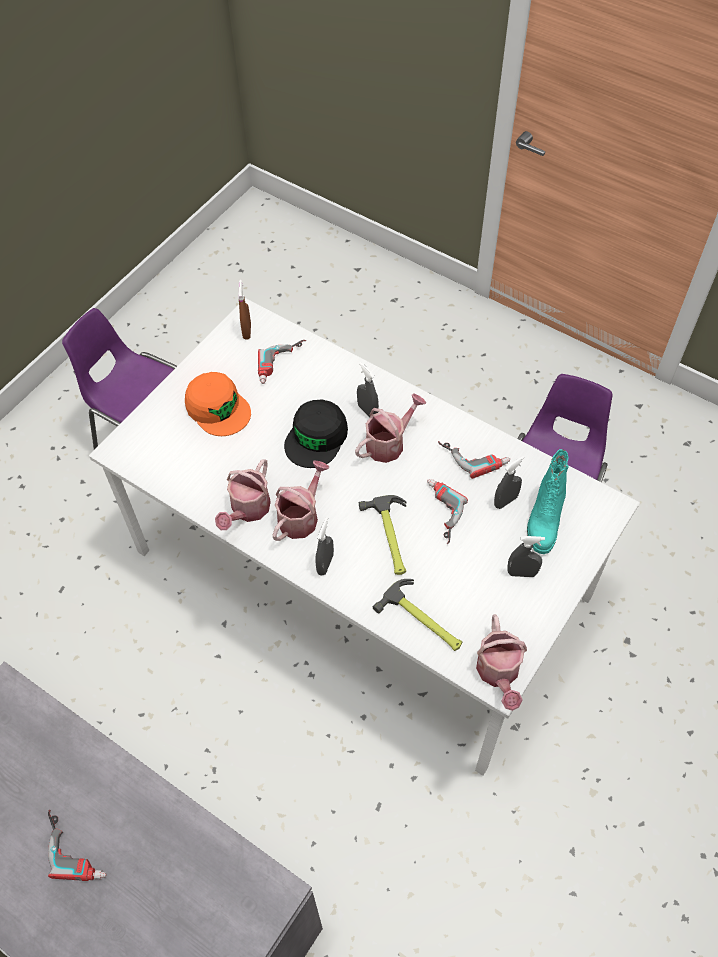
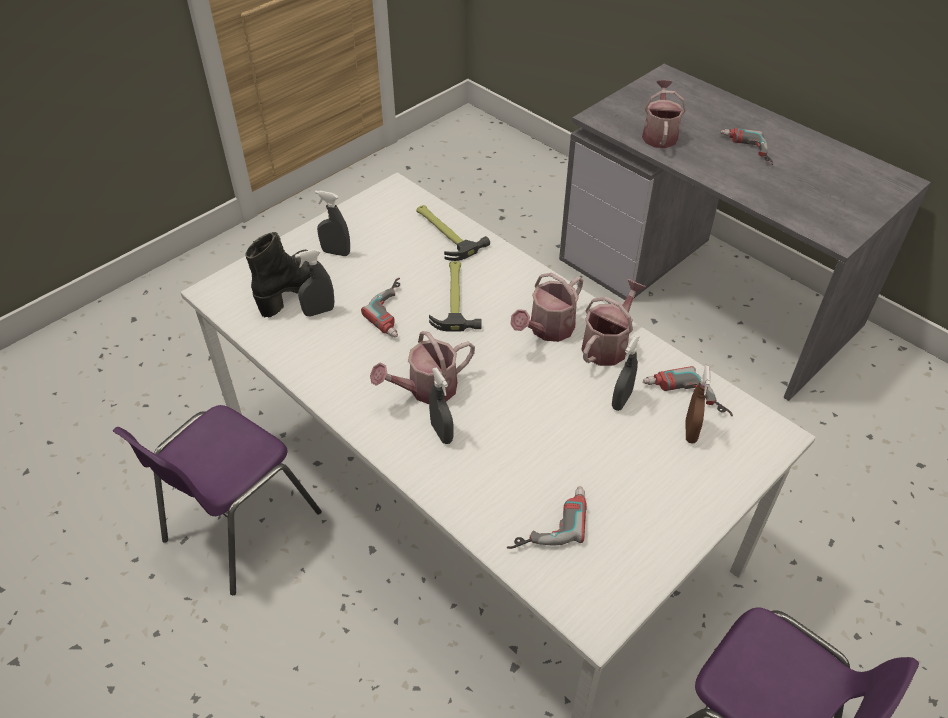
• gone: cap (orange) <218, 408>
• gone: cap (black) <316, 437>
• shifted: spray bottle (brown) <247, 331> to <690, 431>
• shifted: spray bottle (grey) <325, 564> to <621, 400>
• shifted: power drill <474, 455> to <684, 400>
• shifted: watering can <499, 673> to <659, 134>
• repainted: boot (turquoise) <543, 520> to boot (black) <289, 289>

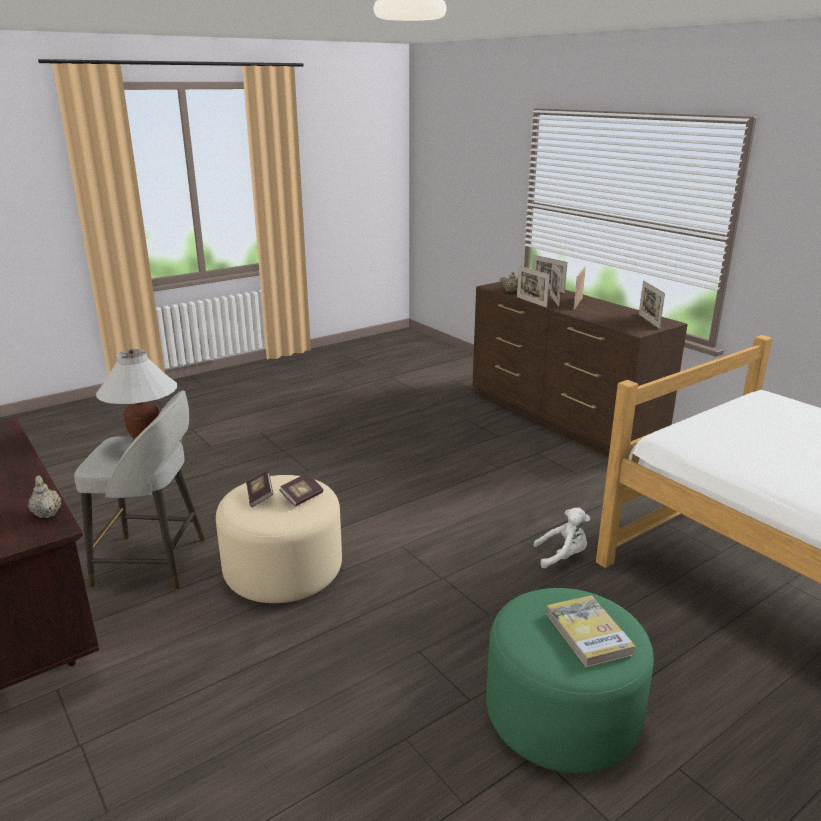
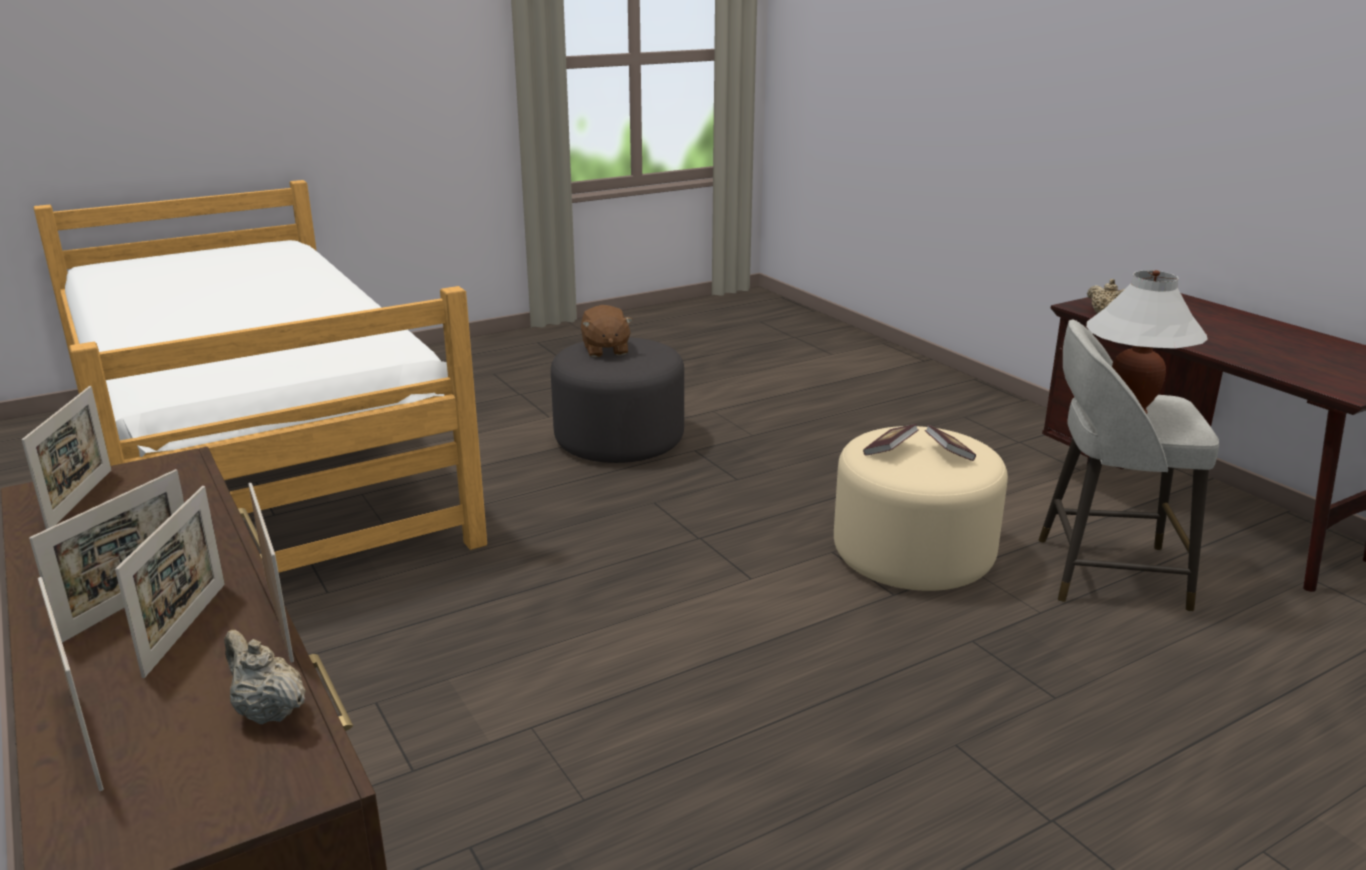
• gone: plush toy (white) <563, 556>
• swapped: book <588, 633> to plush toy (brown) <605, 350>
• repainted: ottoman (green) <562, 715> to ottoman (grey) <619, 440>

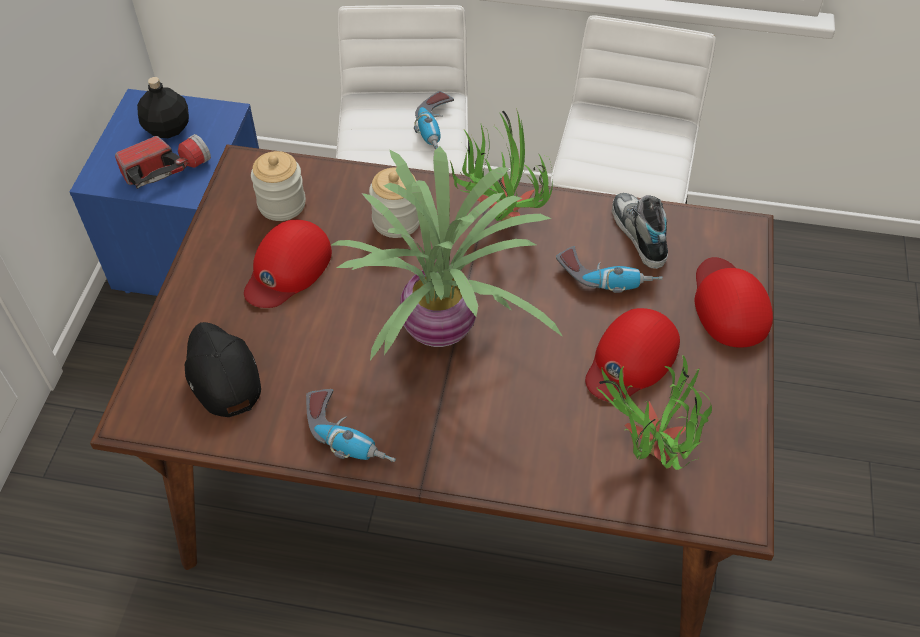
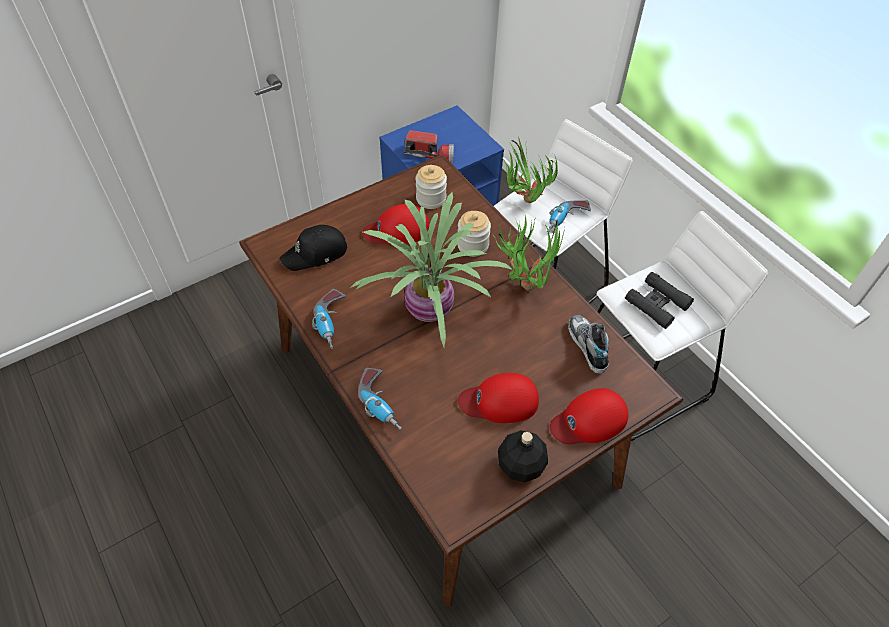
• new: binoculars (black) <657, 303>
• shifted: bottle (black) <168, 128> to <521, 465>
• shifted: power drill <607, 277> to <382, 403>
• shifted: potted plant <647, 458> to <522, 201>
• rotated: cap (black) <221, 374> = <316, 254> 135 degrees counterclockwise
• rotated: shoe <638, 234> = <587, 346> 45 degrees counterclockwise
• rotated: cap (red) <729, 304> = <589, 420> 150 degrees counterclockwise

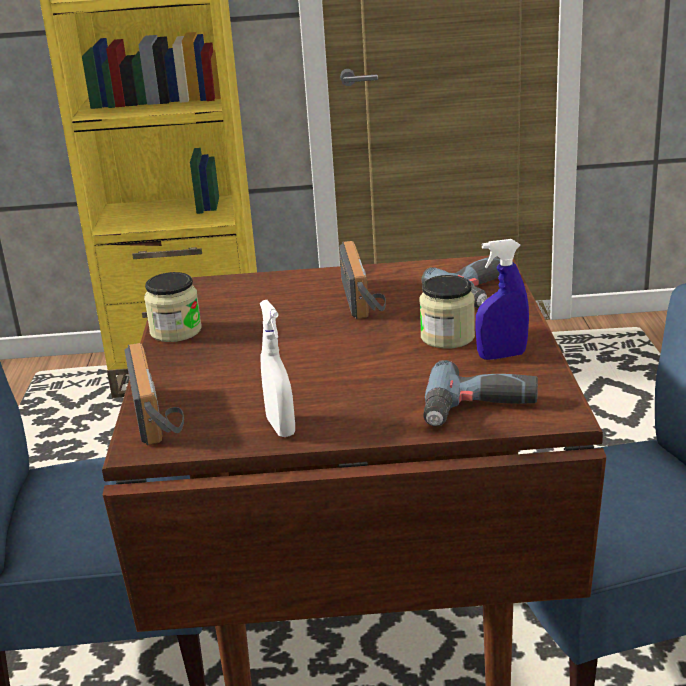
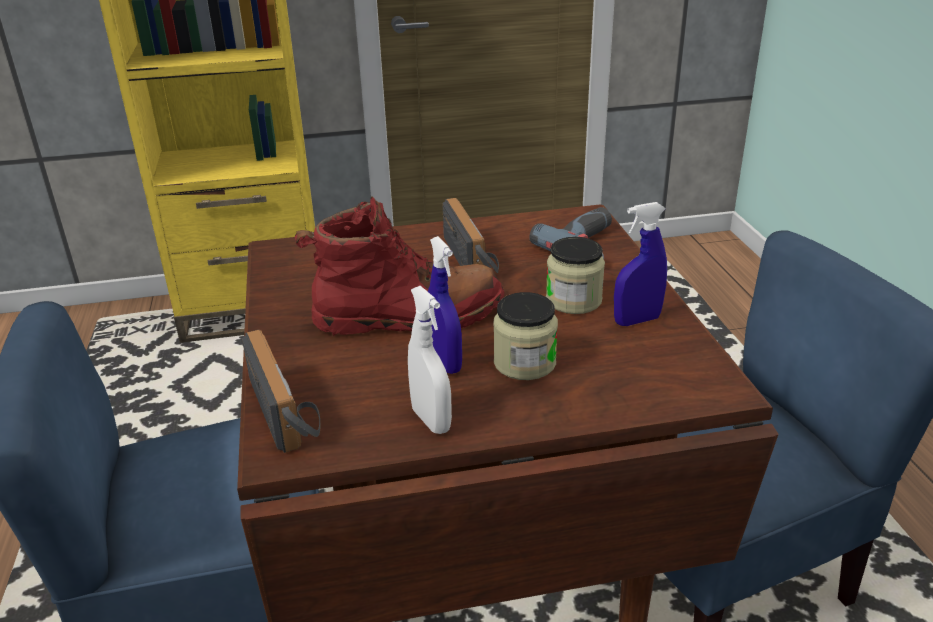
• gone: power drill <479, 409>
• new: boot (red) <408, 317>
• new: spray bottle (blue) <445, 362>
• shifted: jar <176, 331> to <524, 363>

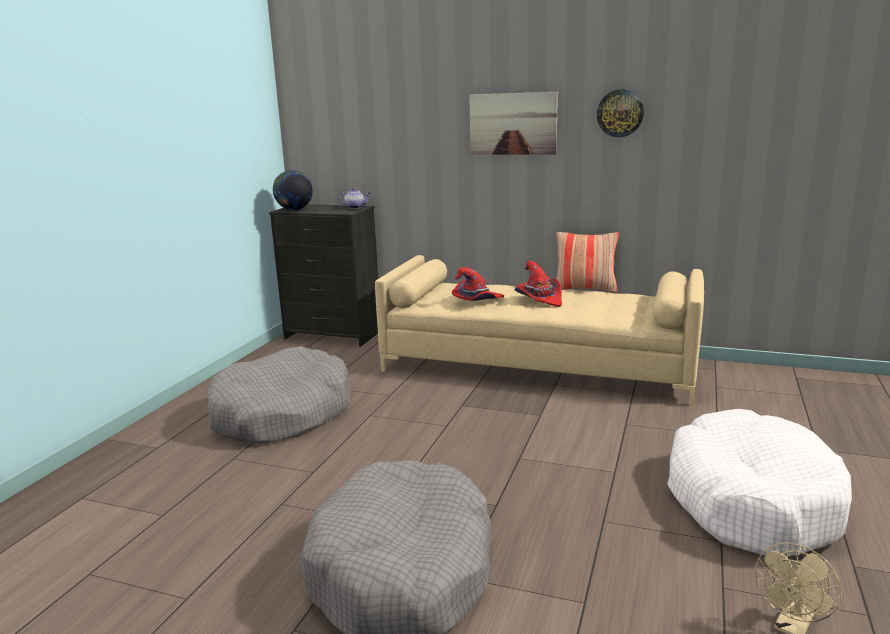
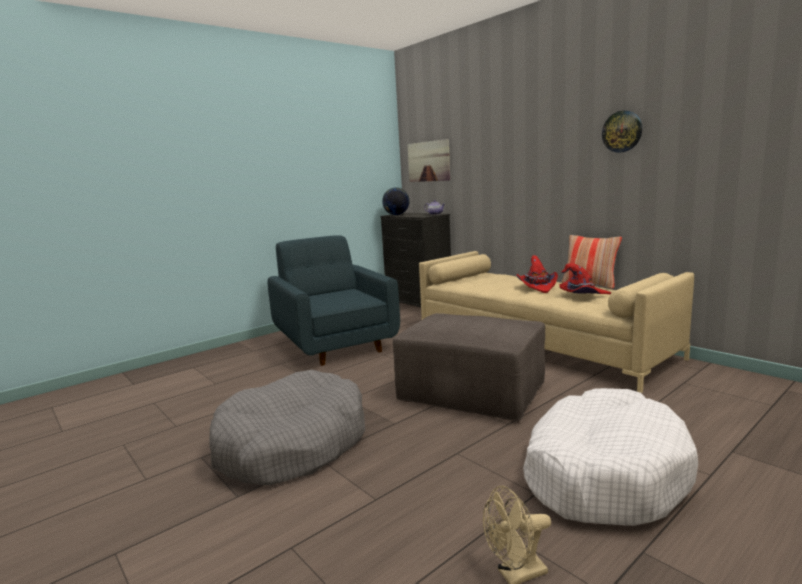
• new: ottoman (grey) <472, 392>
• shifted: hat (red) <476, 301> to <582, 295>
• shifted: picture <513, 124> to <428, 161>
• swapped: dog bed (grey) <281, 414> to armchair (blue) <334, 345>

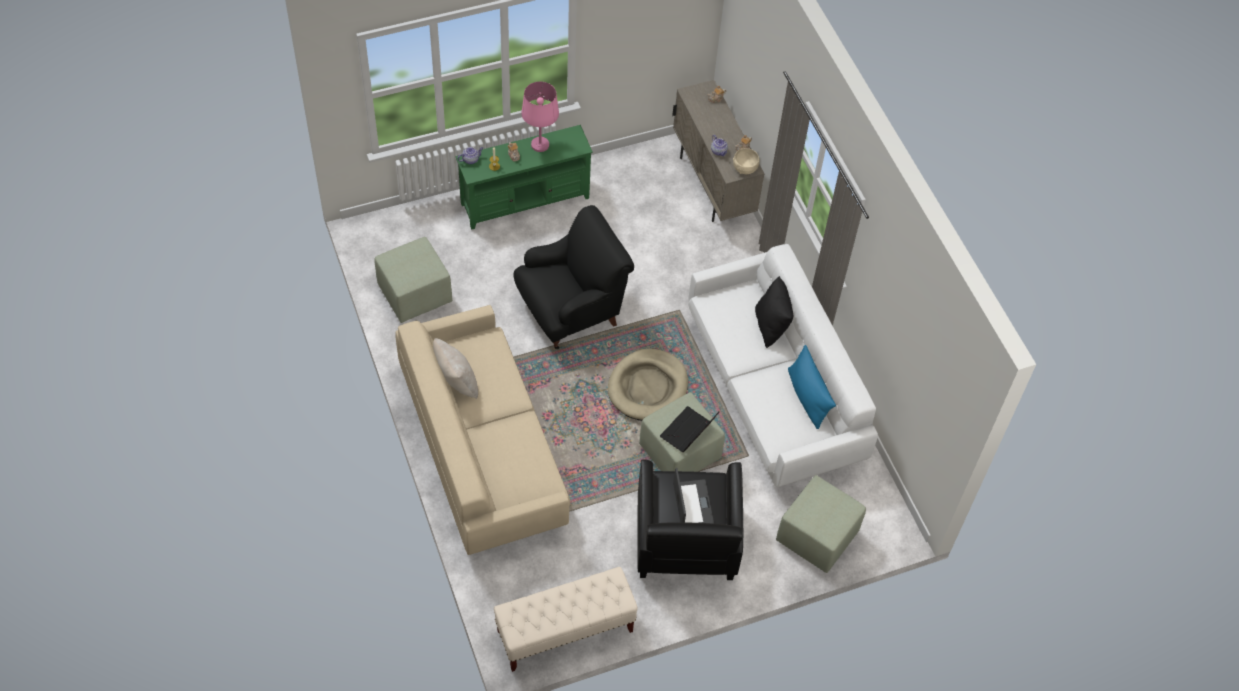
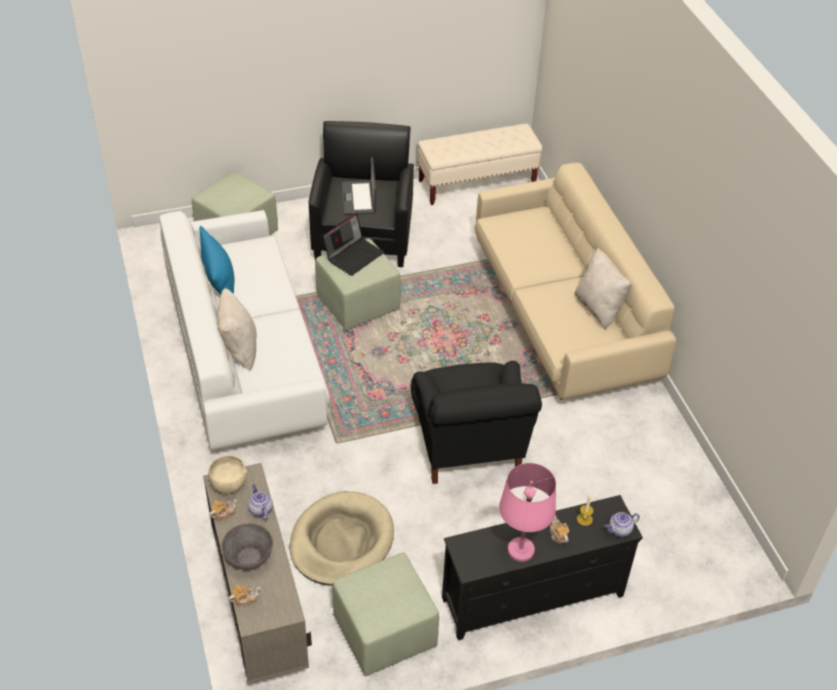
• new: bowl (grey) <248, 557>
• shifted: ottoman (green) <415, 293> to <384, 633>
• shifted: dog bed (beige) <648, 387> to <341, 541>
• repainted: tv stand (green) <525, 201> to tv stand (black) <532, 598>
• repainted: pillow (black) <771, 326> to pillow (beige) <239, 349>
• rotated: armchair (black) <571, 310> = <468, 447> 75 degrees counterclockwise

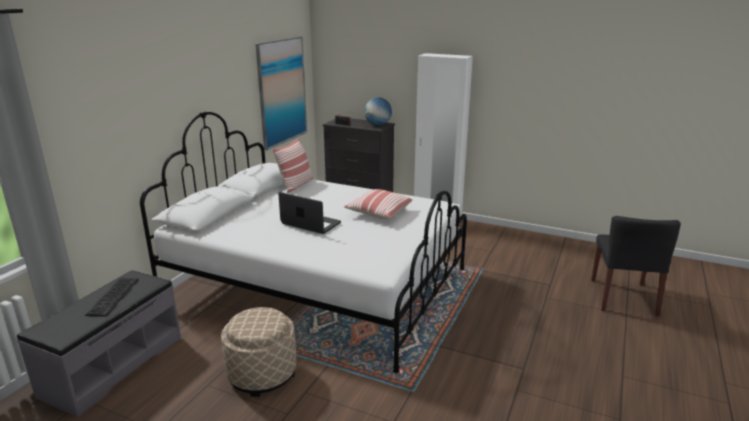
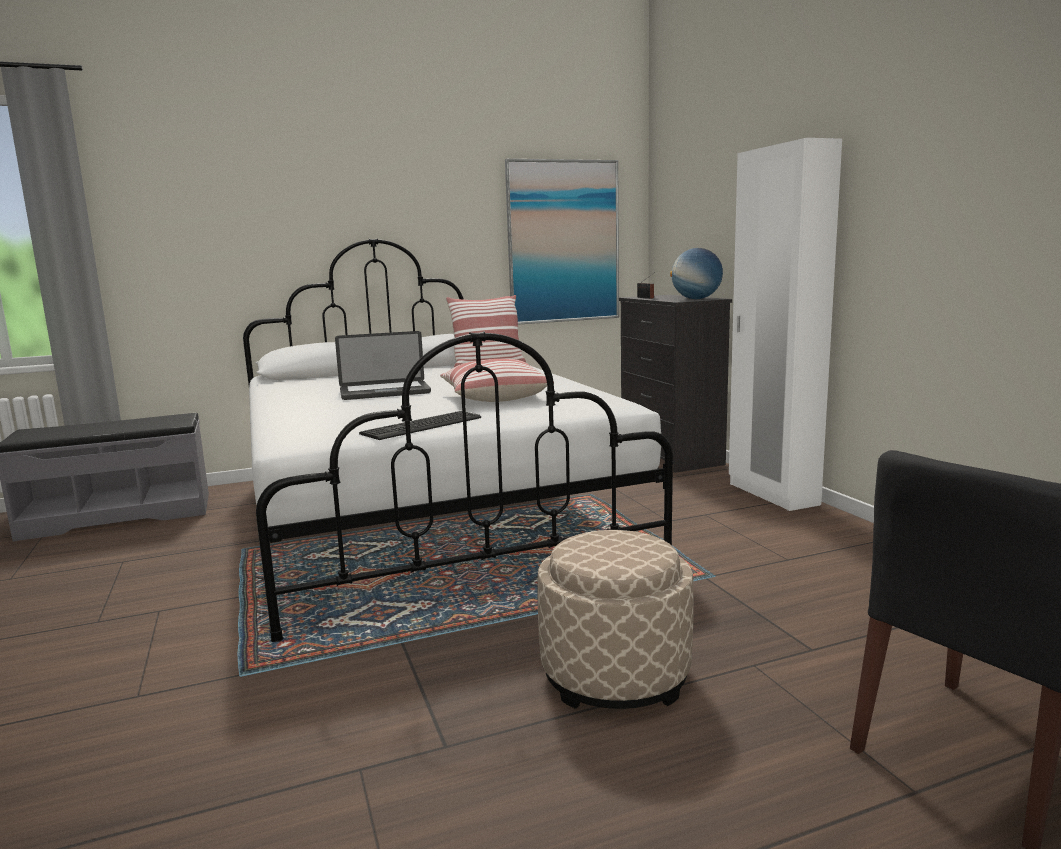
• shifted: keyboard <115, 296> to <424, 425>
• shifted: ottoman (beige) <262, 373> to <615, 674>
• rotated: laptop <310, 223> = <385, 392> 90 degrees clockwise

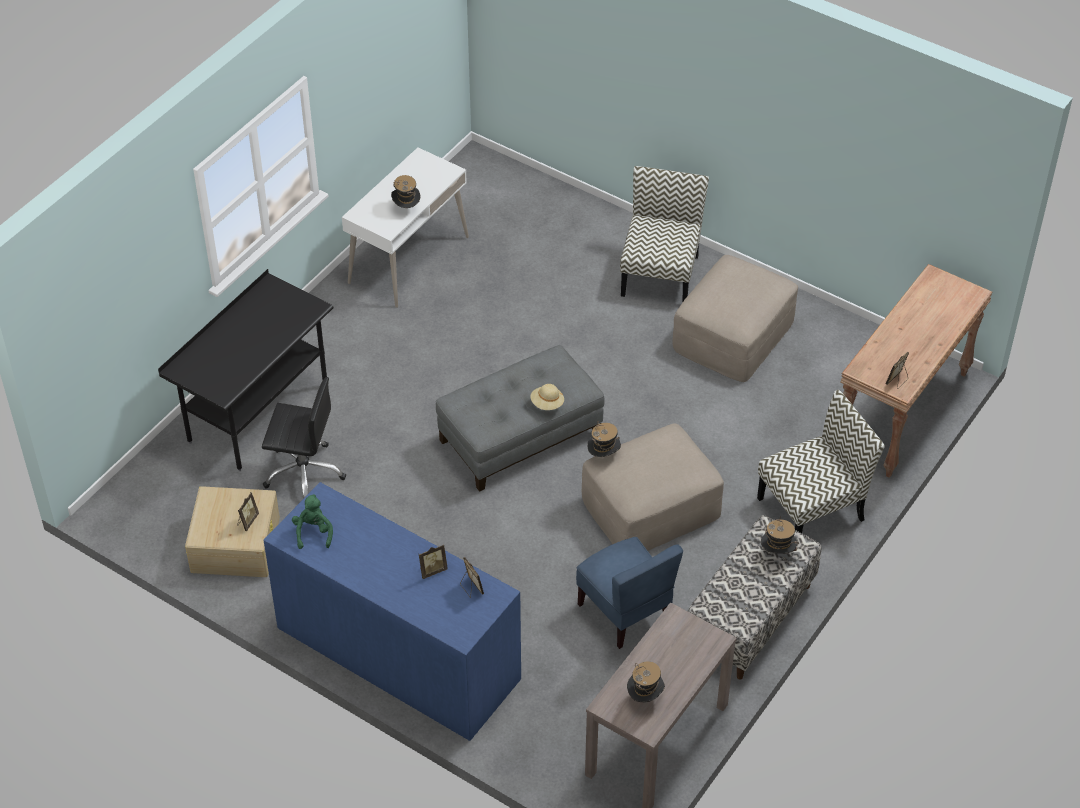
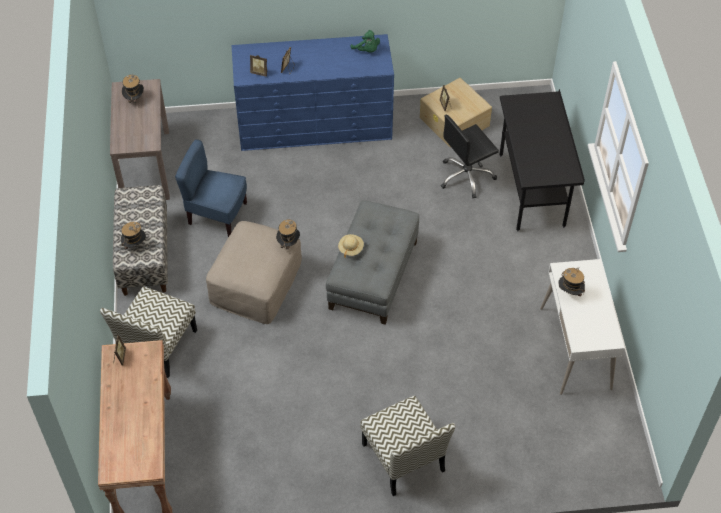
• gone: ottoman (beige) <733, 335>

